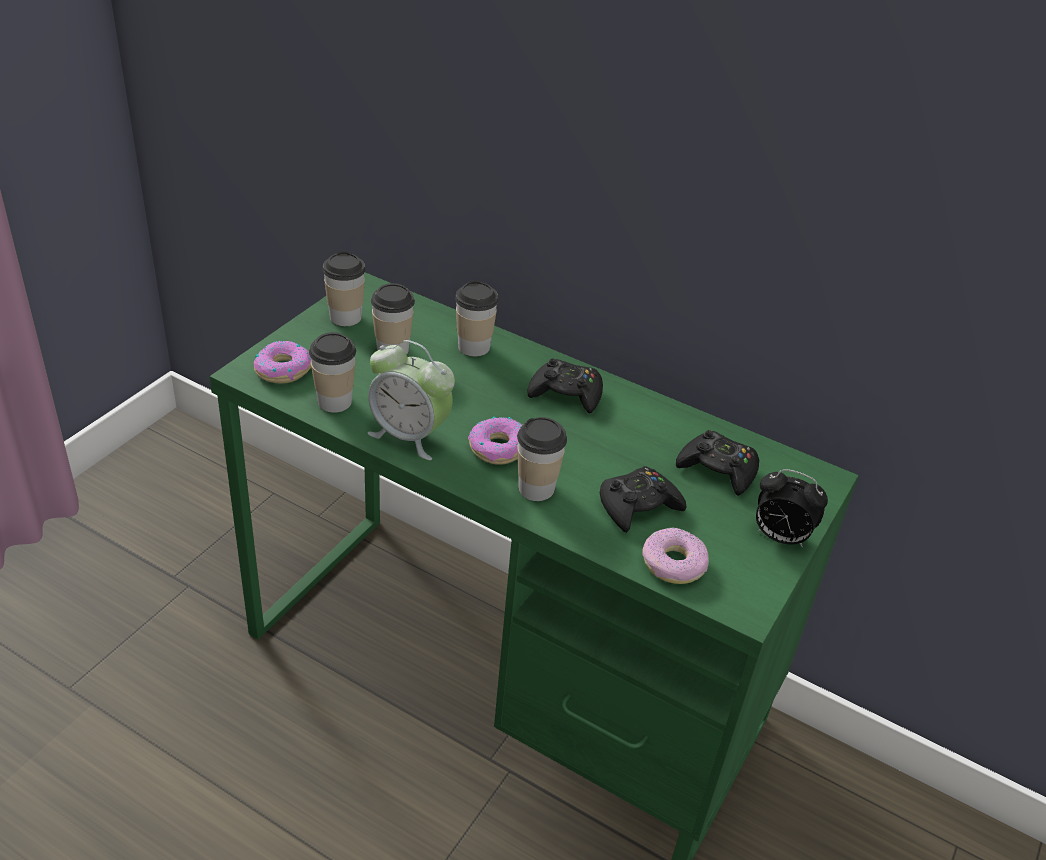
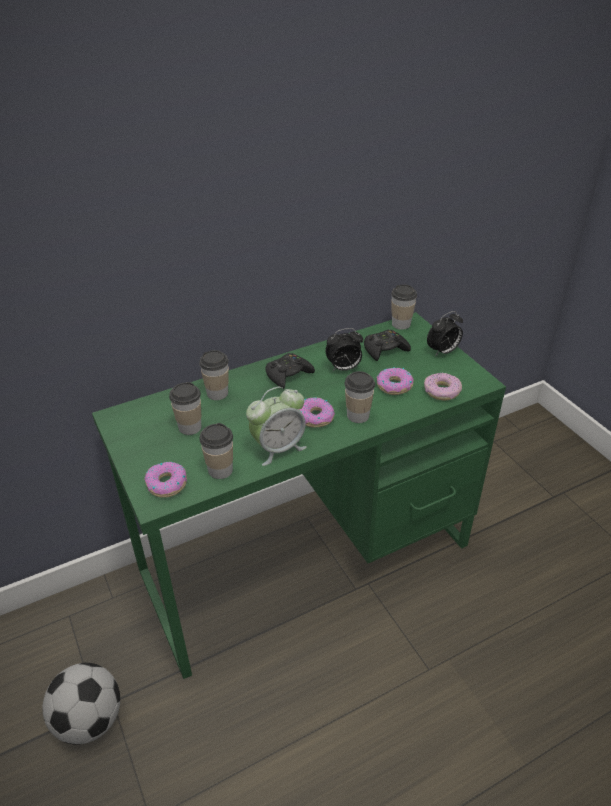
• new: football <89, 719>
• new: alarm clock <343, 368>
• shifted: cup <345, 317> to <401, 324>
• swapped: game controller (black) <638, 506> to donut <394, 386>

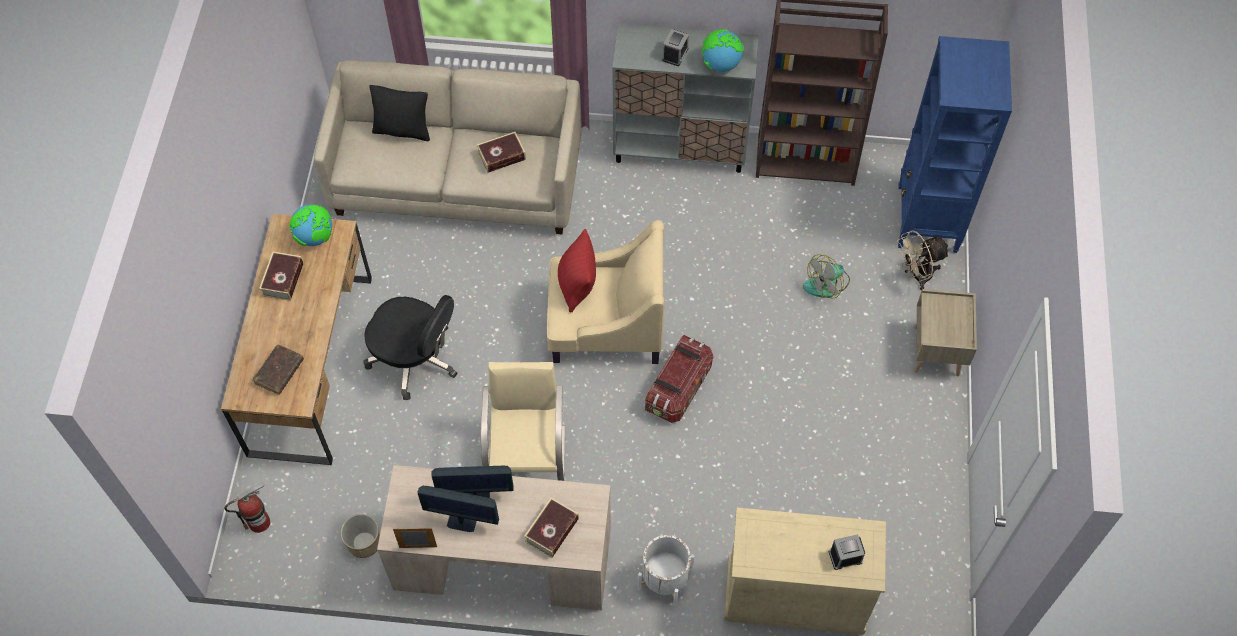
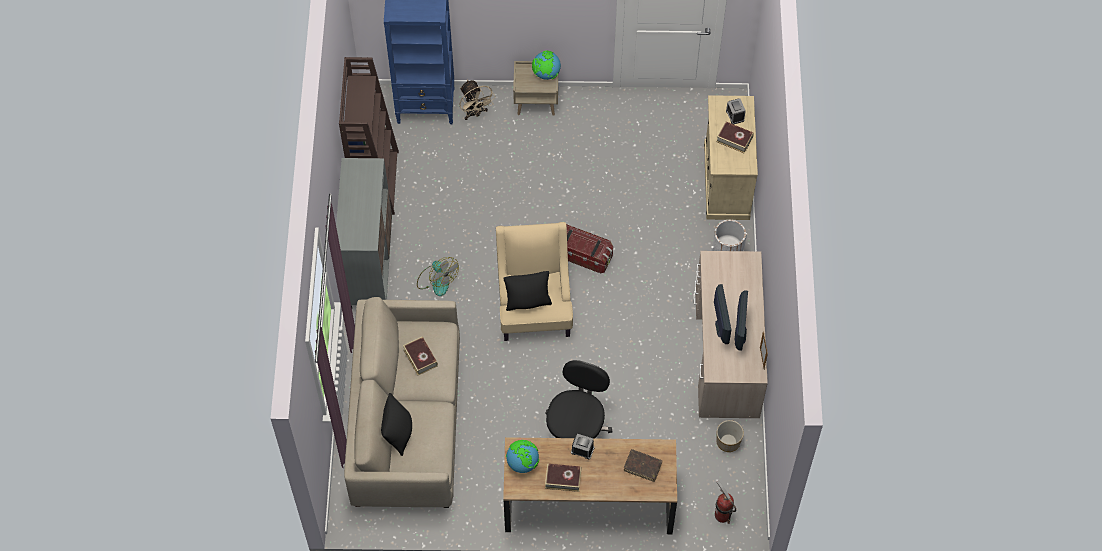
• gone: chair (beige) <527, 453>
• shifted: book <552, 530> to <734, 139>
• shifted: alarm clock <675, 54> to <582, 450>
• shifted: globe <720, 64> to <546, 74>
• shifted: fan <827, 284> to <437, 280>
• repainted: pillow (red) <577, 285> to pillow (black) <528, 302>

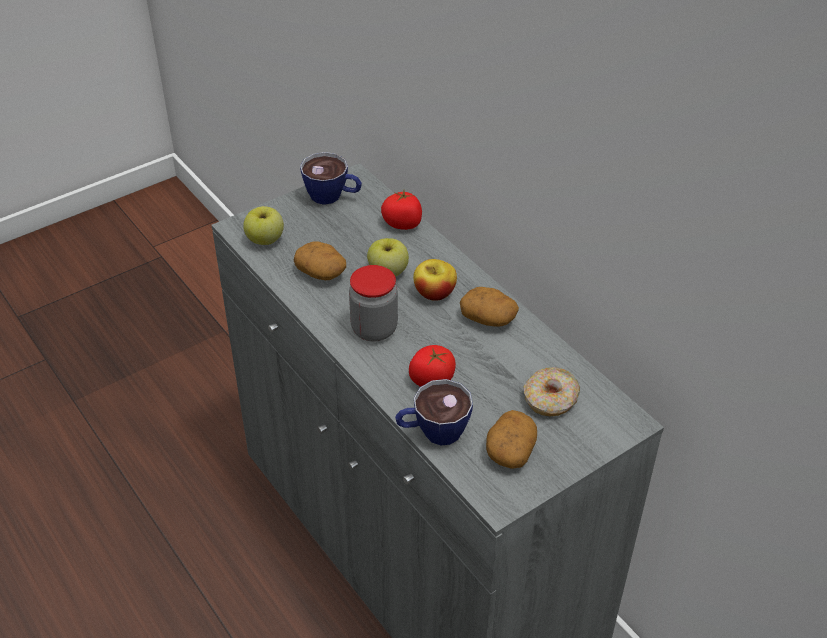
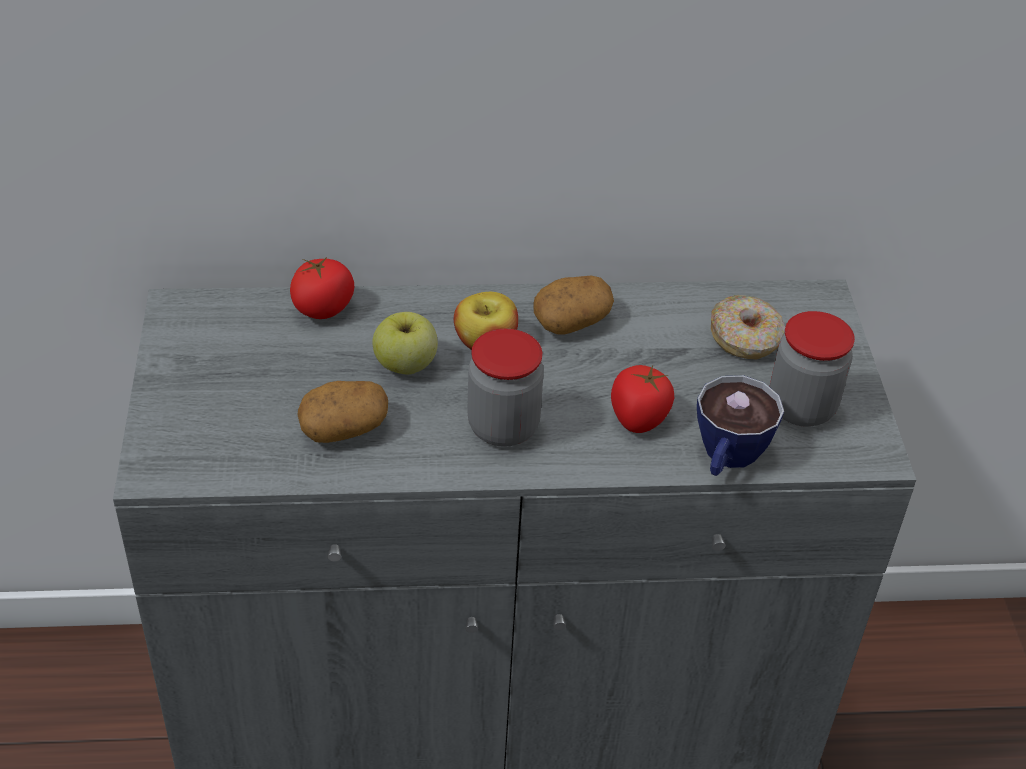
• gone: apple <265, 240>
• gone: cup <333, 196>
• swapped: potato <510, 450> to jar <801, 408>

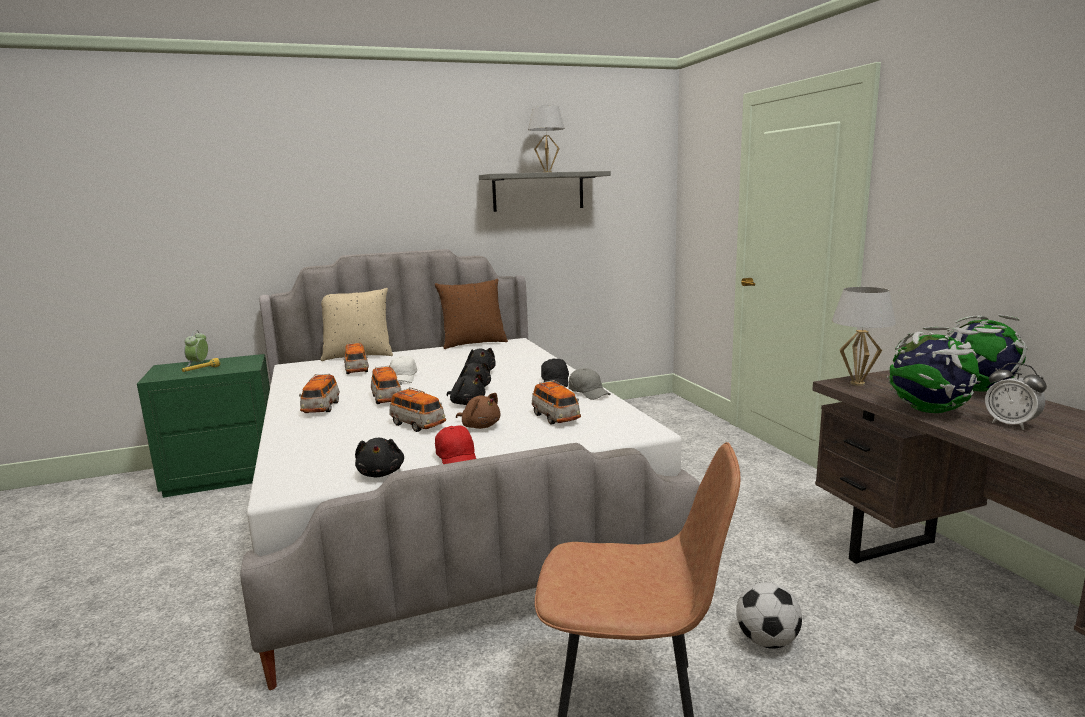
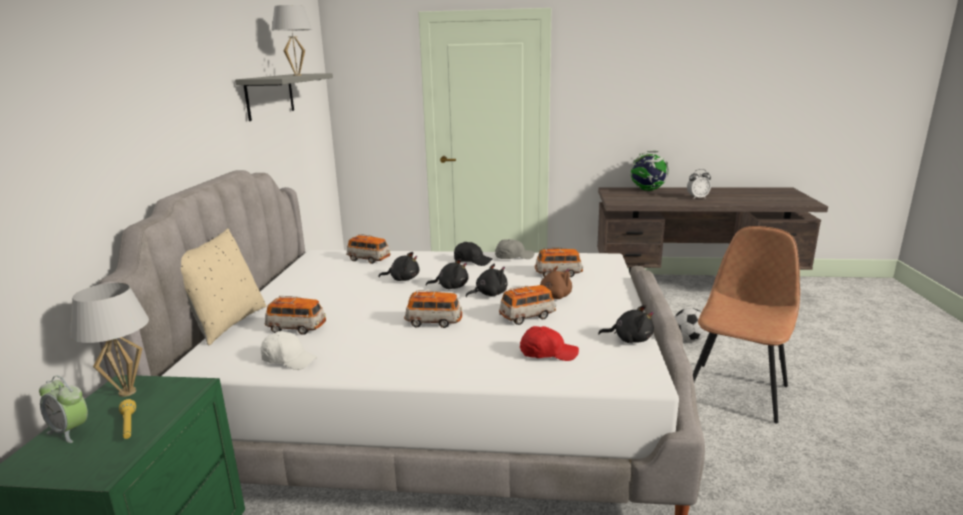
• gone: pillow (brown) <473, 343>
• gone: globe <928, 411>
• shifted: toy car <321, 408> to <369, 259>
• shifted: cap (white) <403, 378> to <289, 360>
• shifted: cap (red) <457, 459> to <547, 353>
• shifted: table lamp (white) <857, 383> to <127, 392>

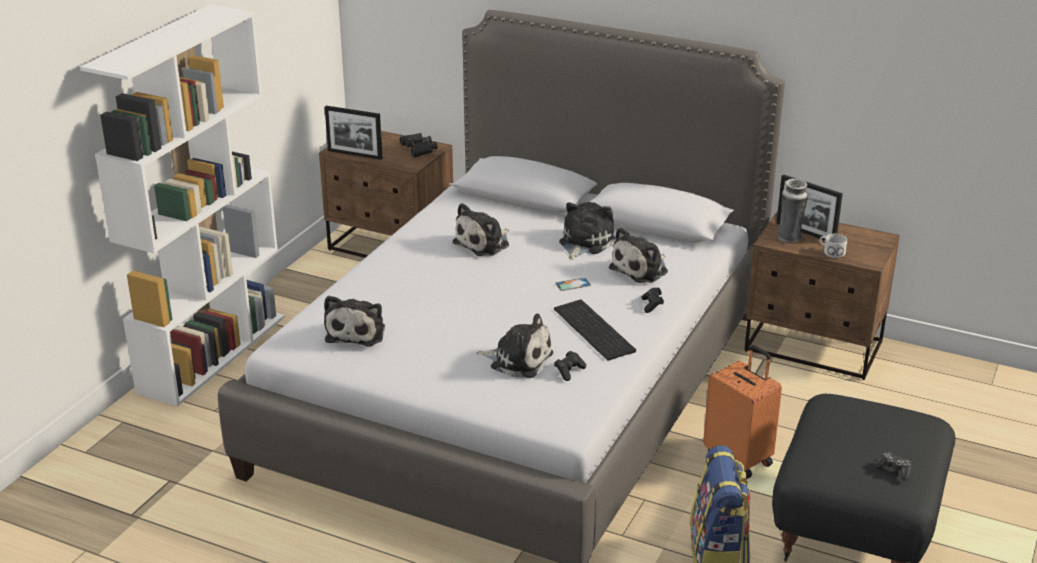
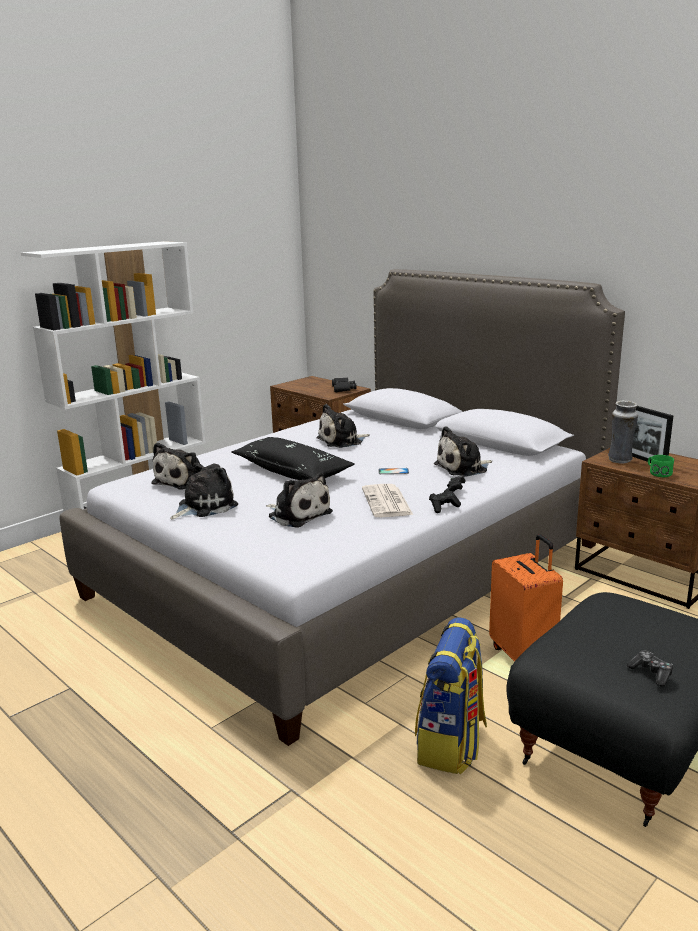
• gone: picture frame <355, 154>
• new: pillow (black) <292, 471>
• shifted: game controller (black) <569, 371> to <443, 507>
• shifted: plush toy <584, 243> to <204, 506>
• swapped: keyboard <596, 330> to newspaper <387, 502>
• repainted: mug (white) <831, 252> to mug (green) <657, 473>

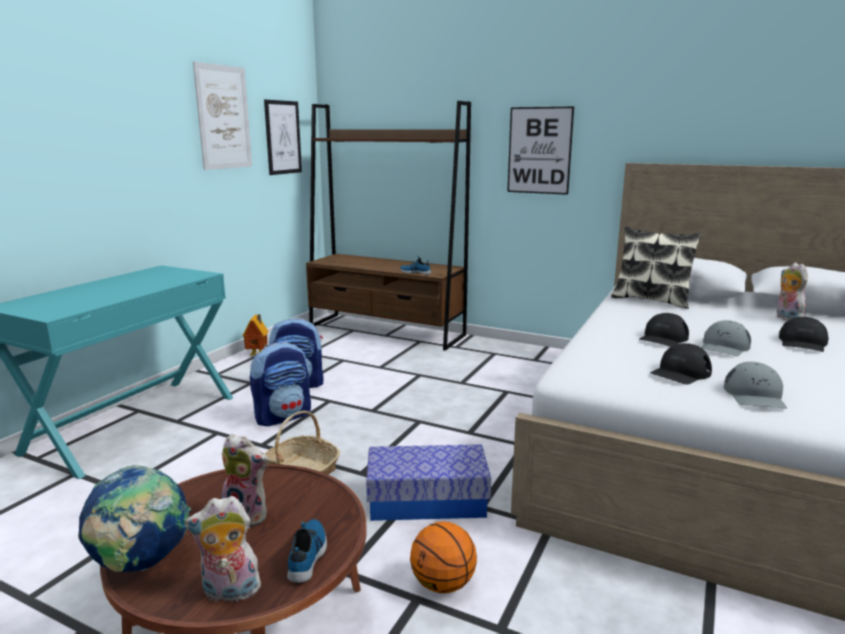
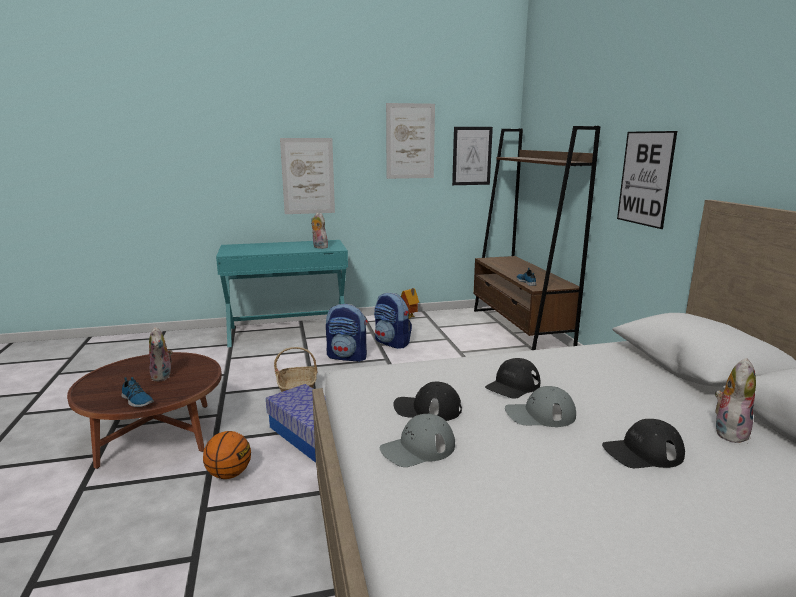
• gone: globe <141, 564>
• gone: pillow <651, 300>
• new: picture <308, 176>
• shifted: plush toy <229, 592> to <319, 247>
• rotated: shoe <308, 554> = <136, 400> 75 degrees clockwise
• rotated: cap (black) <663, 338> = <512, 386> 45 degrees counterclockwise

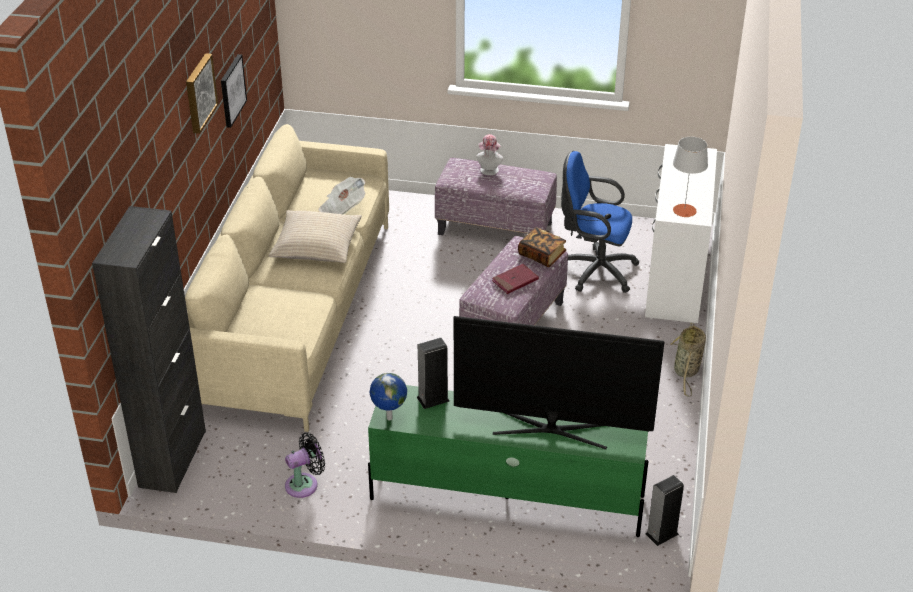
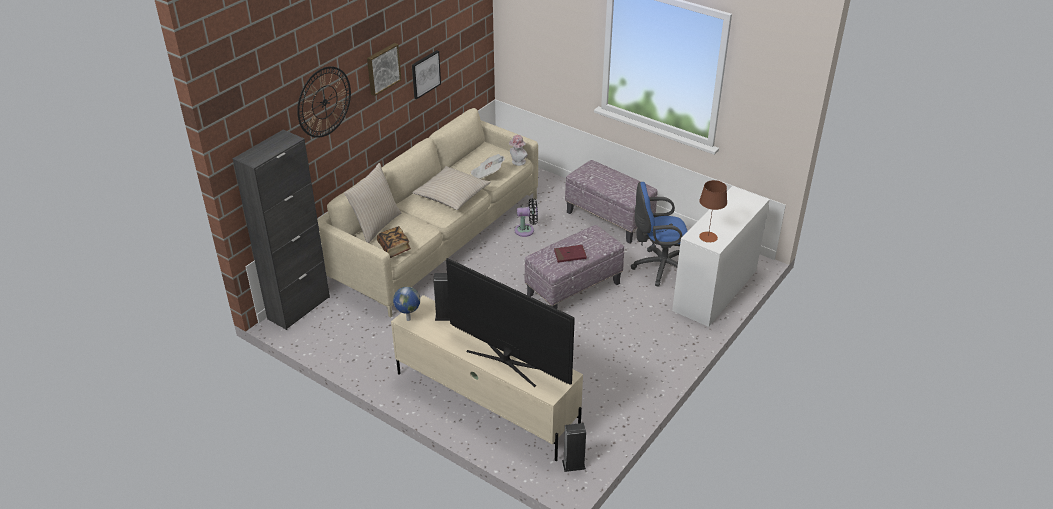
• gone: basket <686, 372>
• new: wall clock <324, 102>
• new: pillow (beige) <376, 225>
• shifted: fan (black) <305, 484> to <526, 230>
• shifted: hat <489, 171> to <517, 162>
• shifted: book <542, 255> to <394, 248>
• repainted: tv stand (green) <505, 496> to tv stand (beige) <485, 402>
• repainted: table lamp (grey) <684, 210> to table lamp (brown) <708, 237>
• rotated: office chair (blue) <594, 270> = <658, 267> 45 degrees counterclockwise

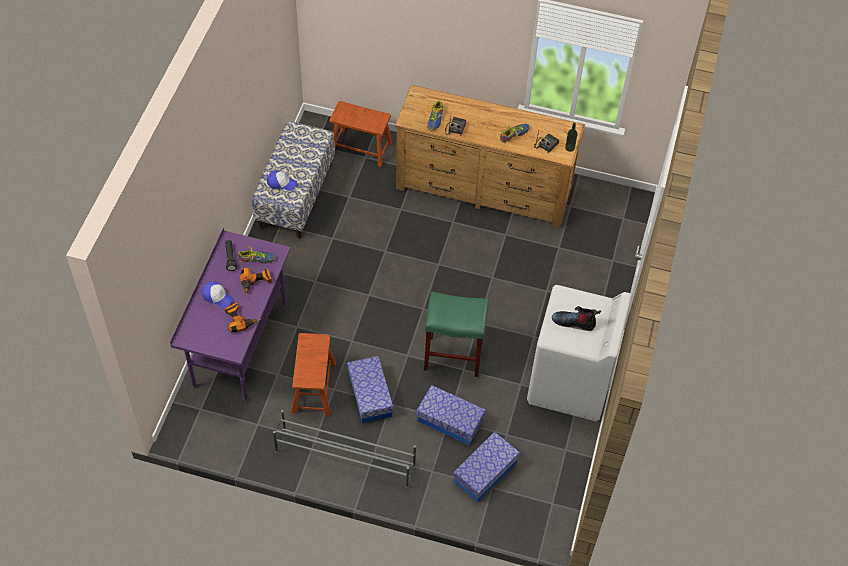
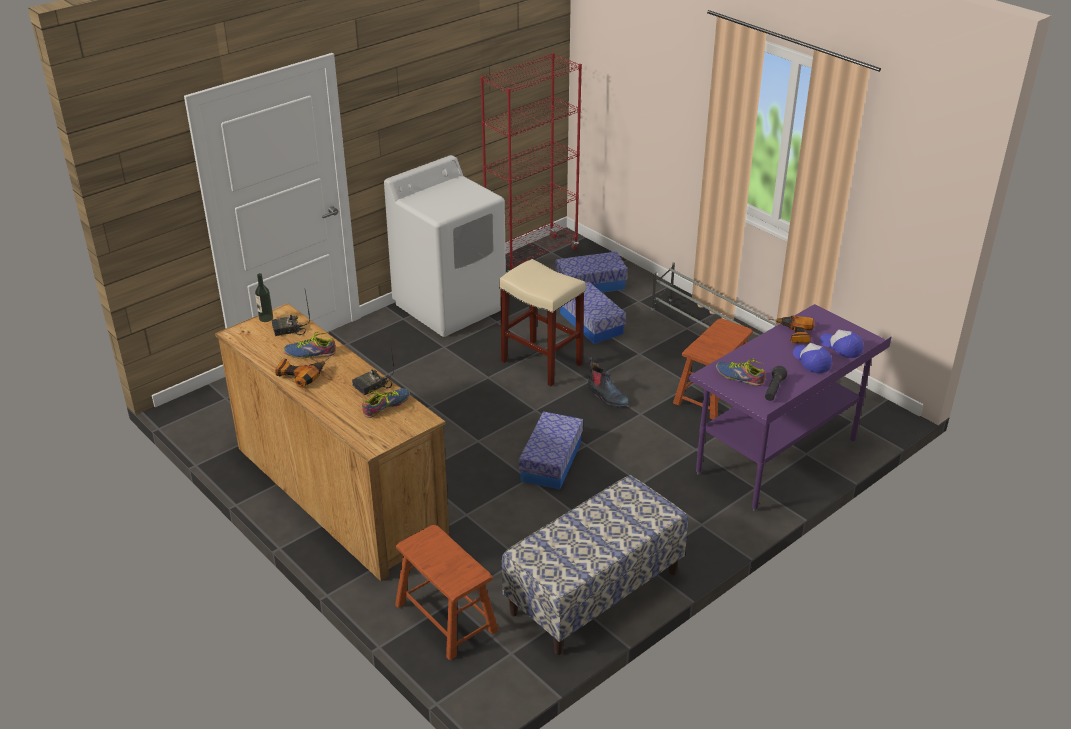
• new: bookcase (red) <532, 257>
• shifted: power drill <256, 283> to <301, 374>
• shifted: cap <281, 183> to <841, 347>
• shifted: storage box <370, 395> to <551, 461>
• shifted: boot <574, 322> to <606, 396>
• repainted: stool (green) <452, 356> to stool (beige) <543, 363>

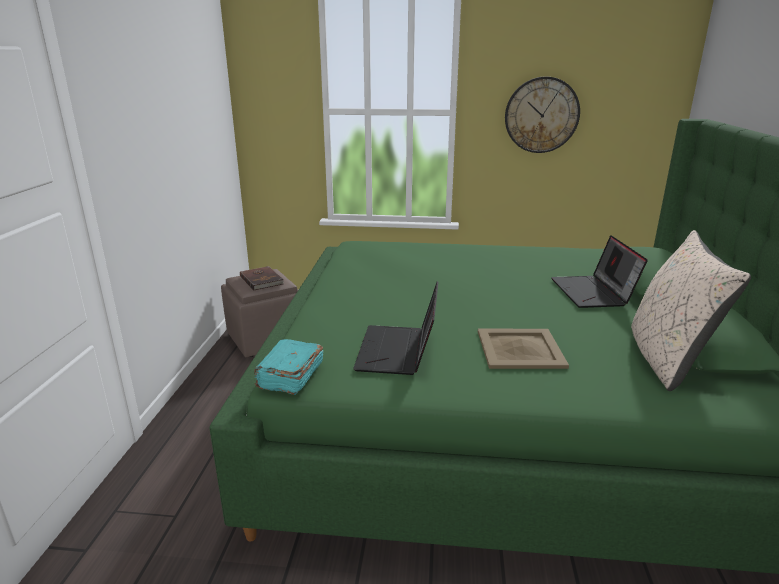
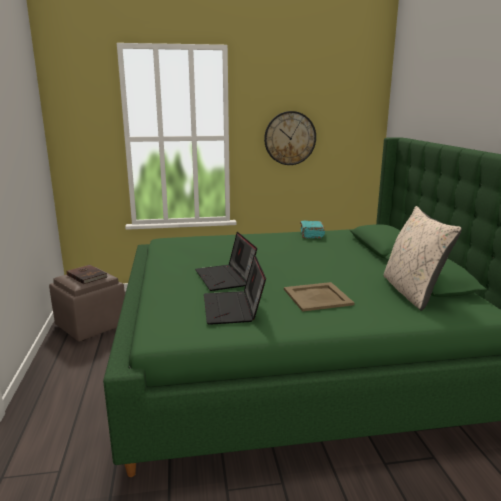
• shifted: book (turquoise) <290, 377> to <311, 234>
• shifted: laptop <593, 293> to <226, 278>

